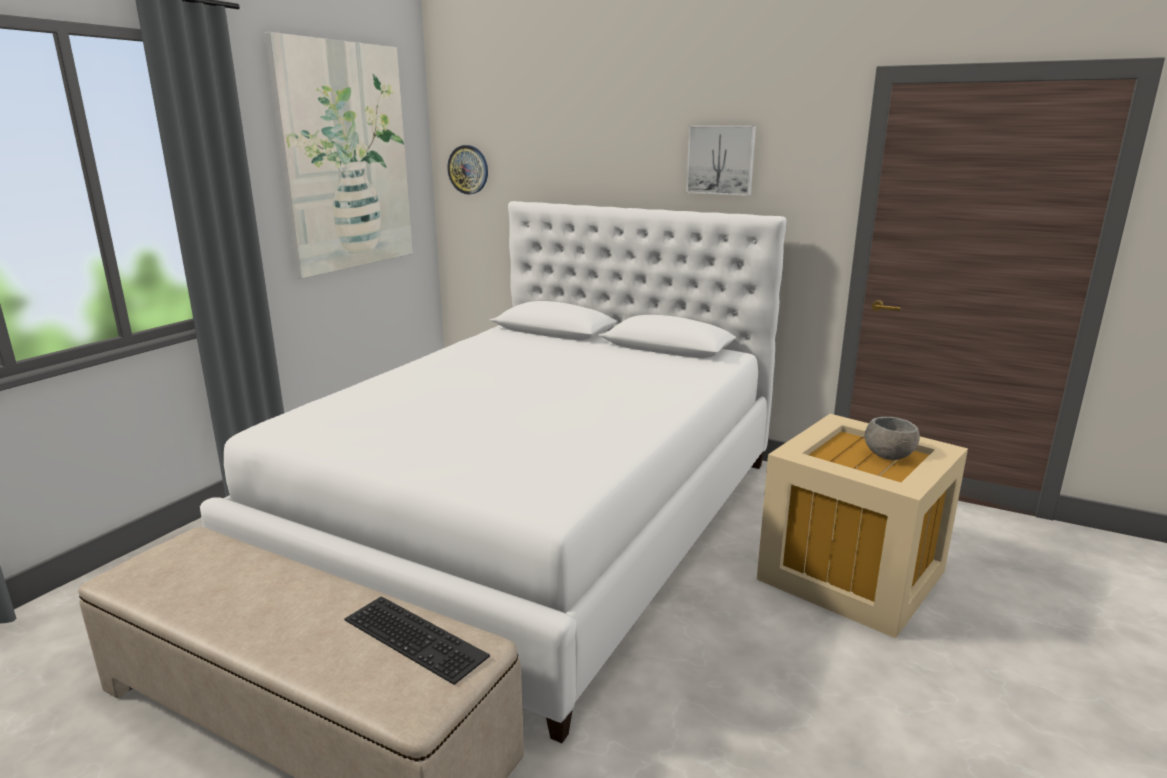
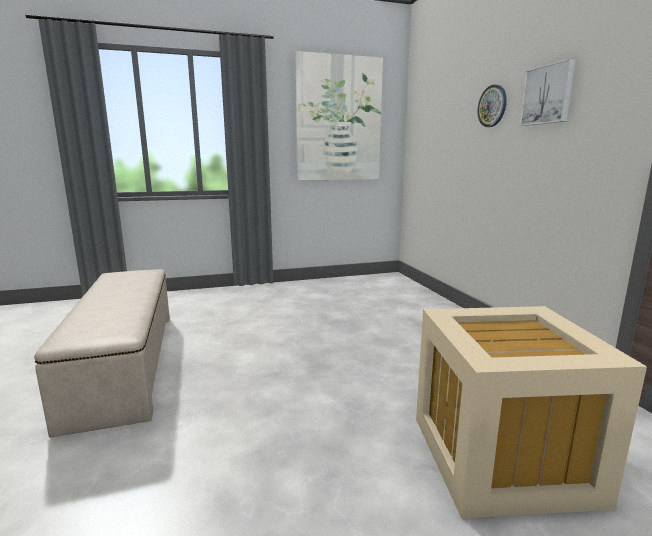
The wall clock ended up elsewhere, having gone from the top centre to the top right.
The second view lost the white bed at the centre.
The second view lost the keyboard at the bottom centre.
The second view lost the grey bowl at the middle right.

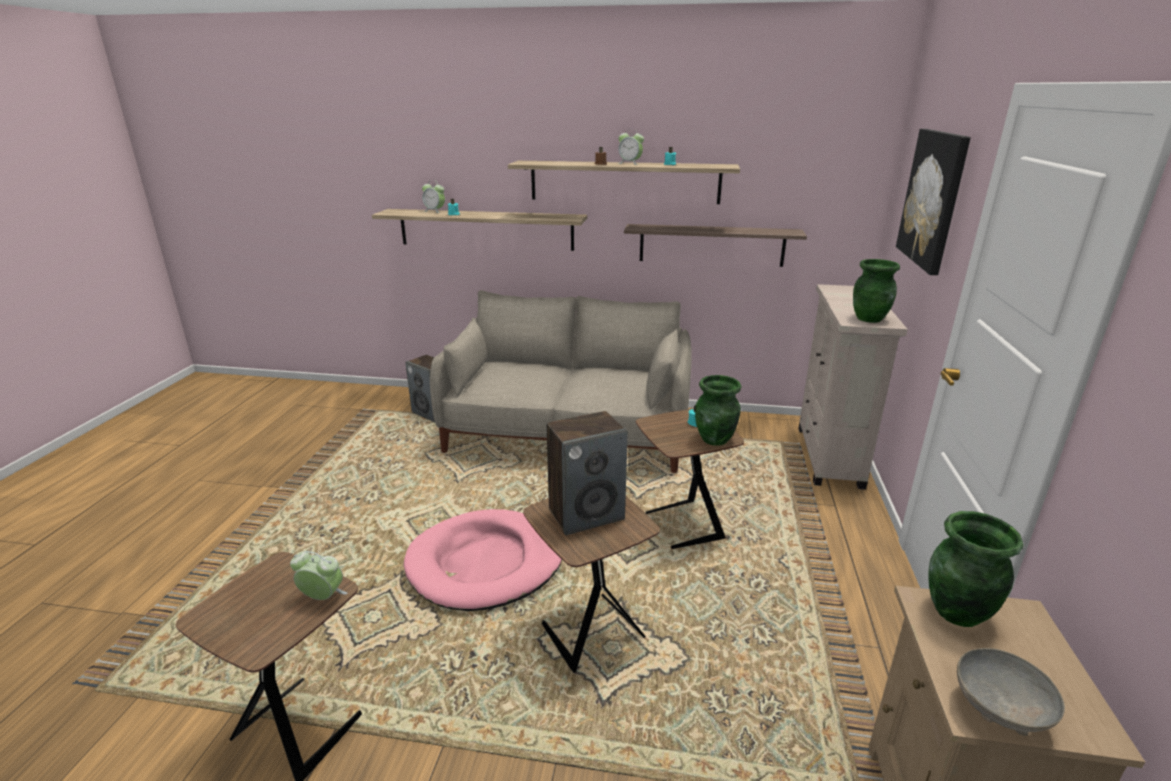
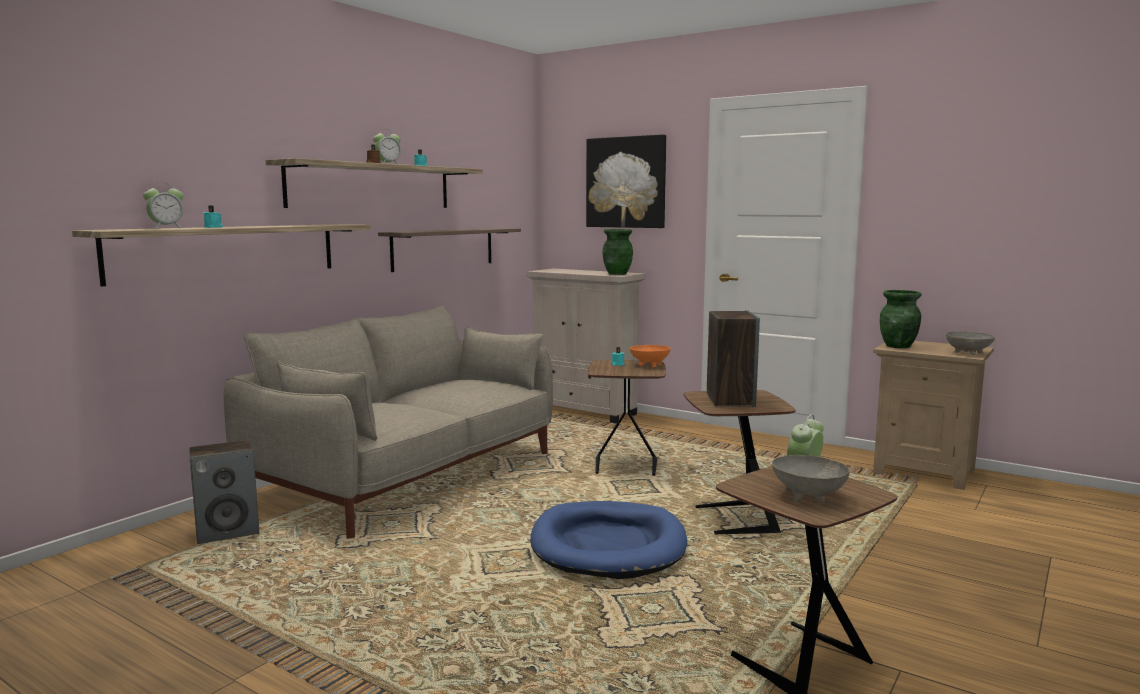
What was the pink dog bed at the bottom centre turned into the blue dog bed at the bottom centre.
Where the green vase (1st from left) stood at the centre, the orange bowl came to stand at the centre.
The second view gained the grey bowl (1st from left) at the bottom right.

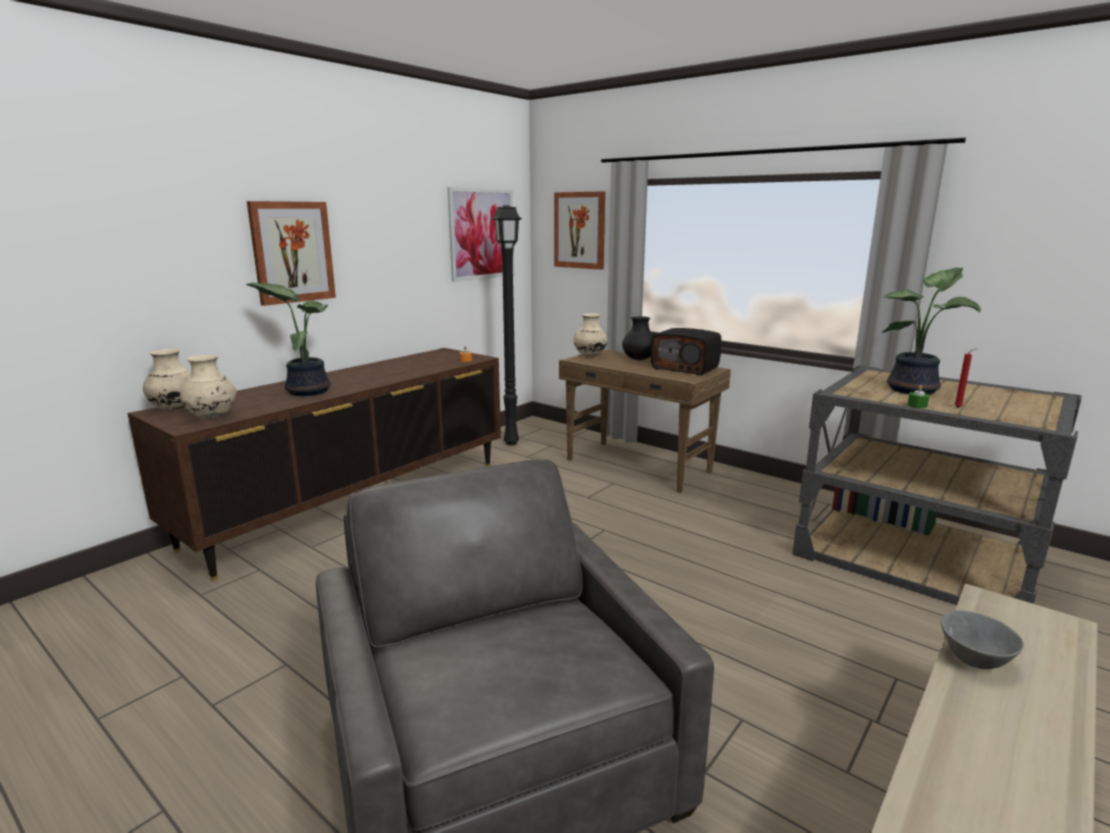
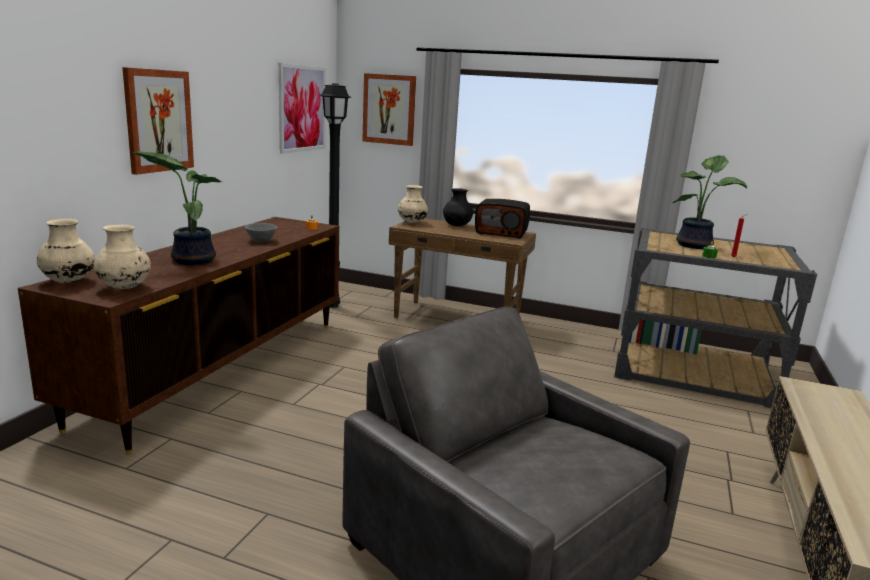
The grey bowl ended up elsewhere, having gone from the bottom right to the middle left.

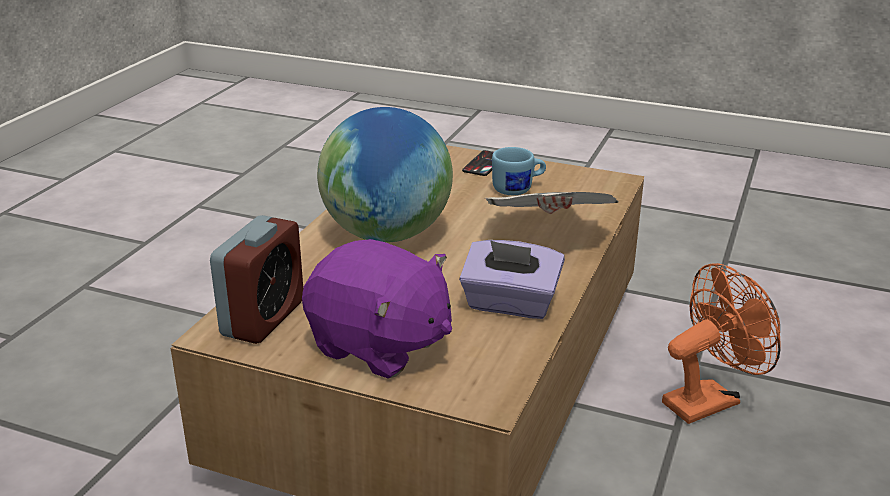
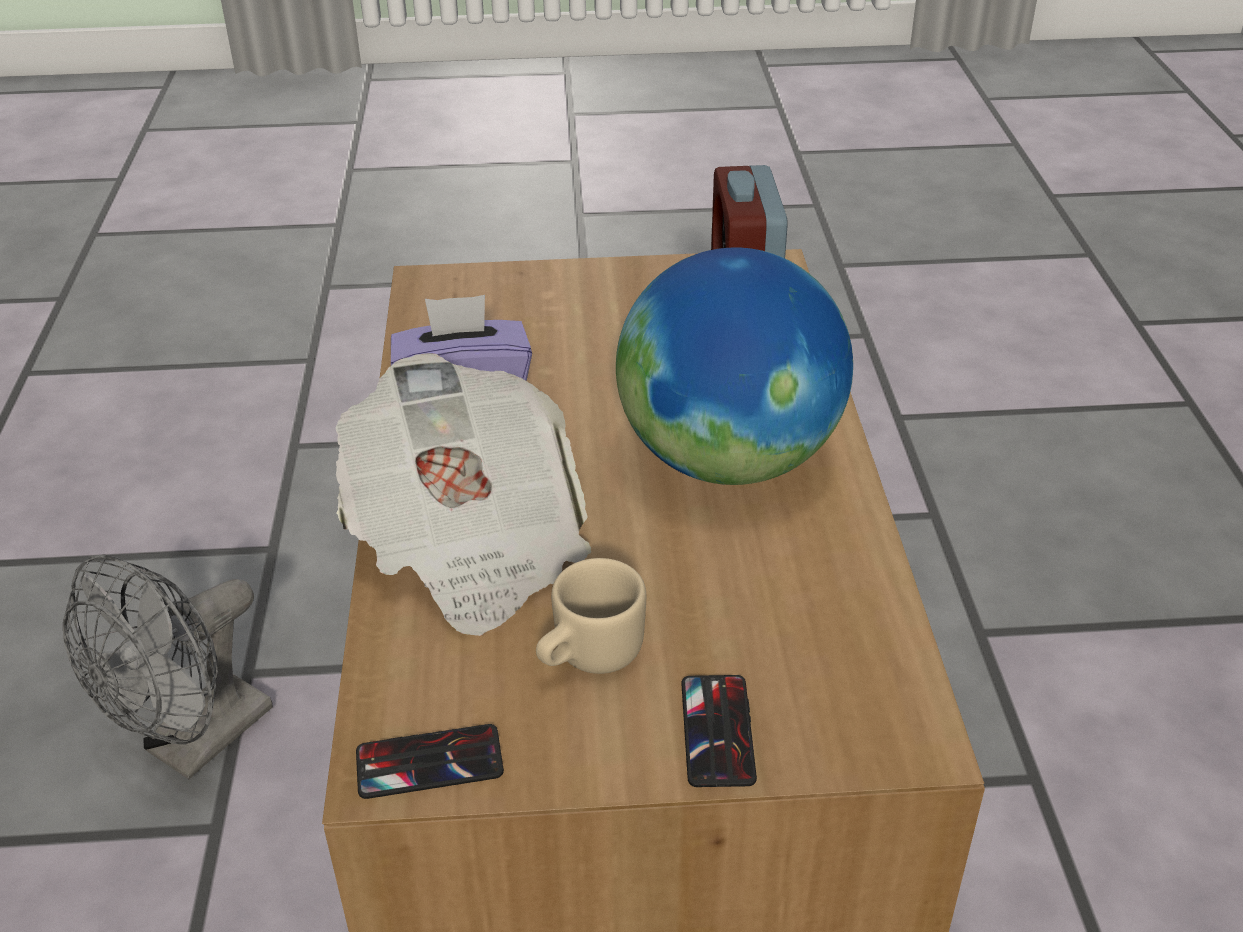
What was the orange fan at the bottom right turned into the grey fan at the bottom left.
The second view gained the phone (1st from left) at the bottom centre.
What was the blue mug at the centre turned into the beige mug at the centre.
The second view lost the purple plush toy at the centre.

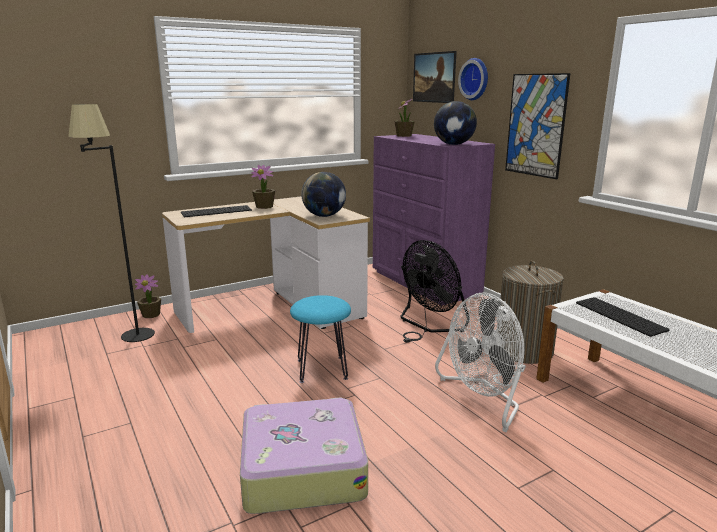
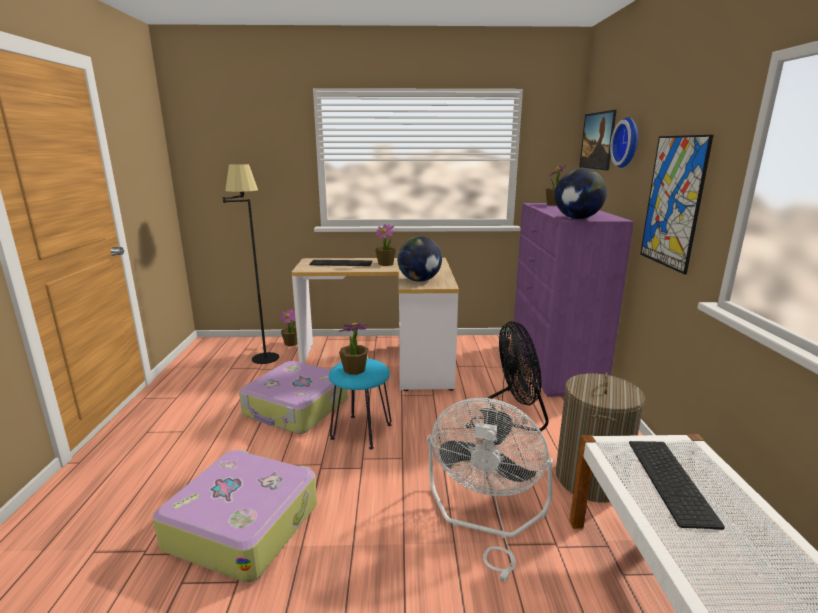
The second view gained the suitcase (2nd from left) at the centre.
The second view gained the potted plant (2nd from left) at the centre.
The white fan at the bottom right ended up facing another way, 105 degrees clockwise from before.

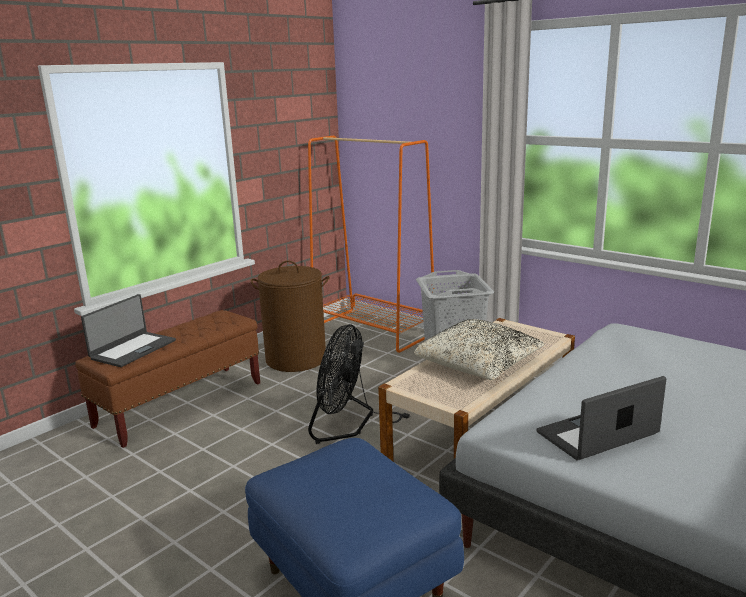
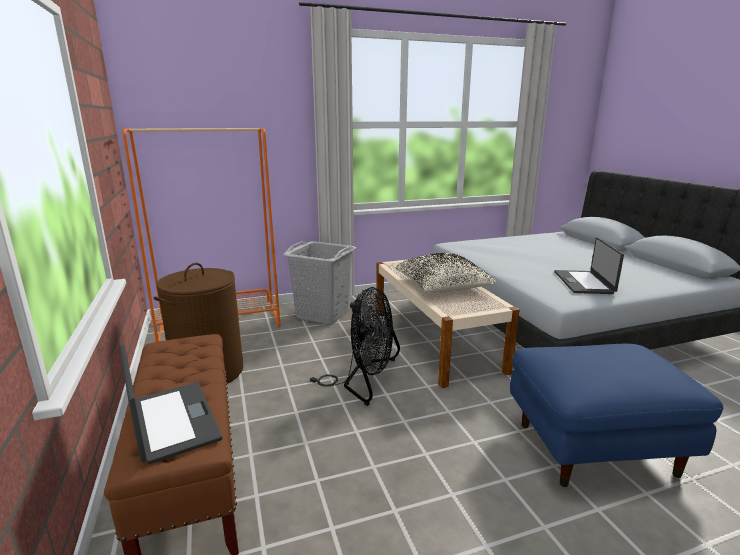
The black fan at the centre ended up facing another way, 120 degrees counterclockwise from before.

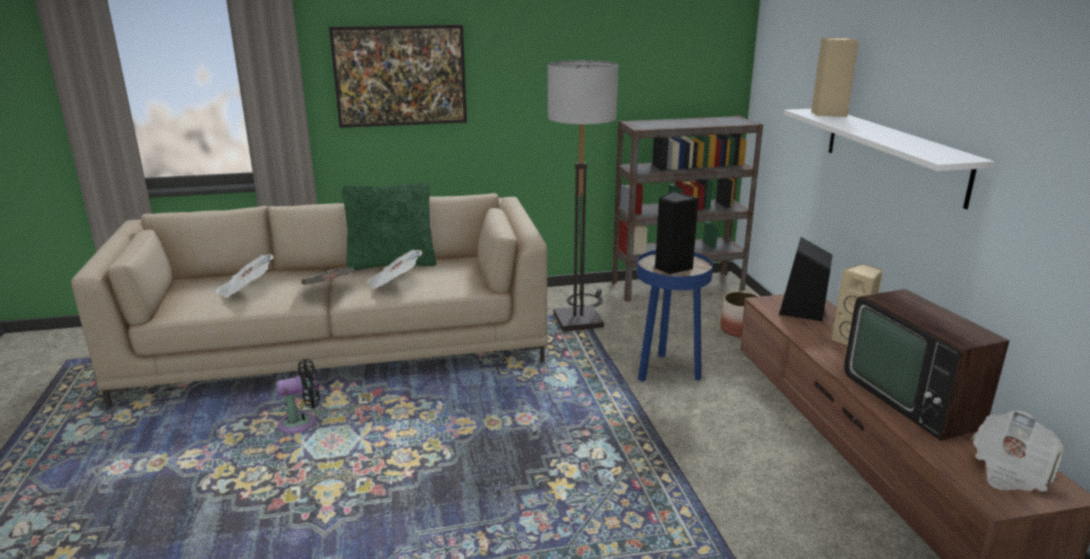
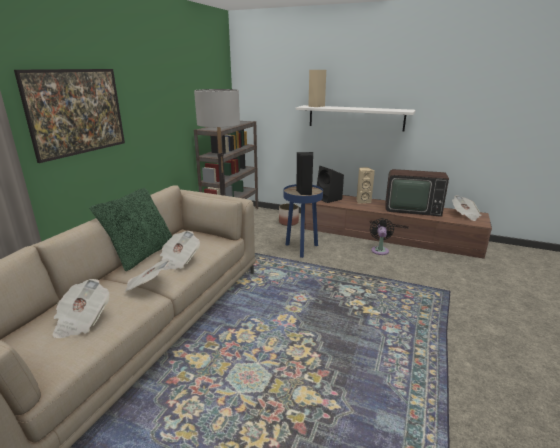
The black fan ended up elsewhere, having gone from the bottom left to the middle right.

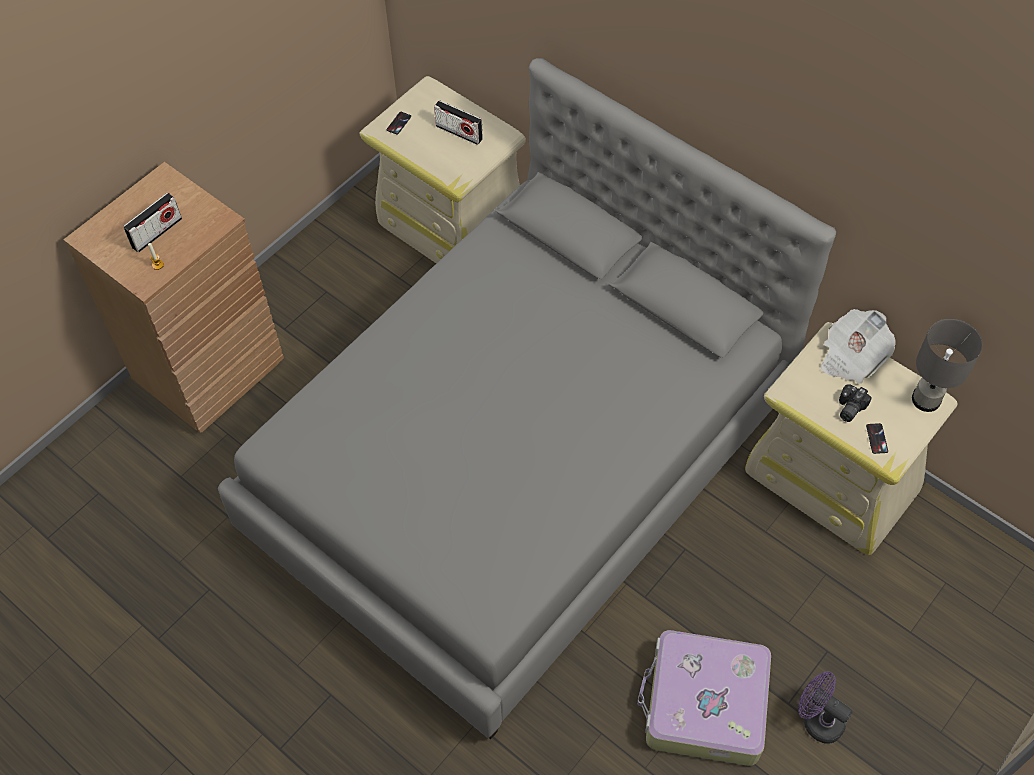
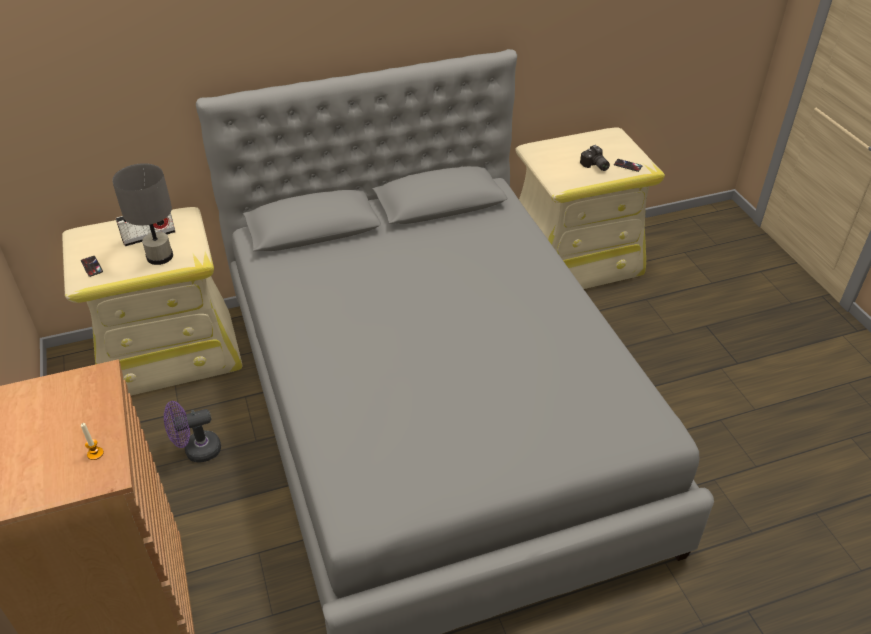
The grey table lamp ended up elsewhere, having gone from the middle right to the middle left.
The purple fan ended up elsewhere, having gone from the bottom right to the bottom left.
The second view lost the radio (1st from left) at the top left.
The second view lost the suitcase at the bottom right.
The second view lost the newspaper at the middle right.

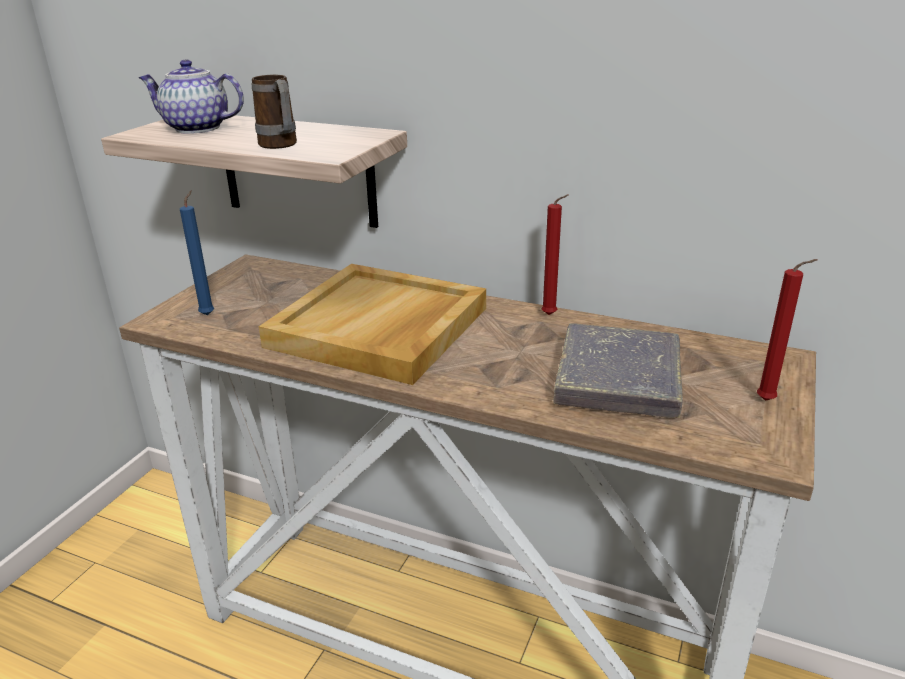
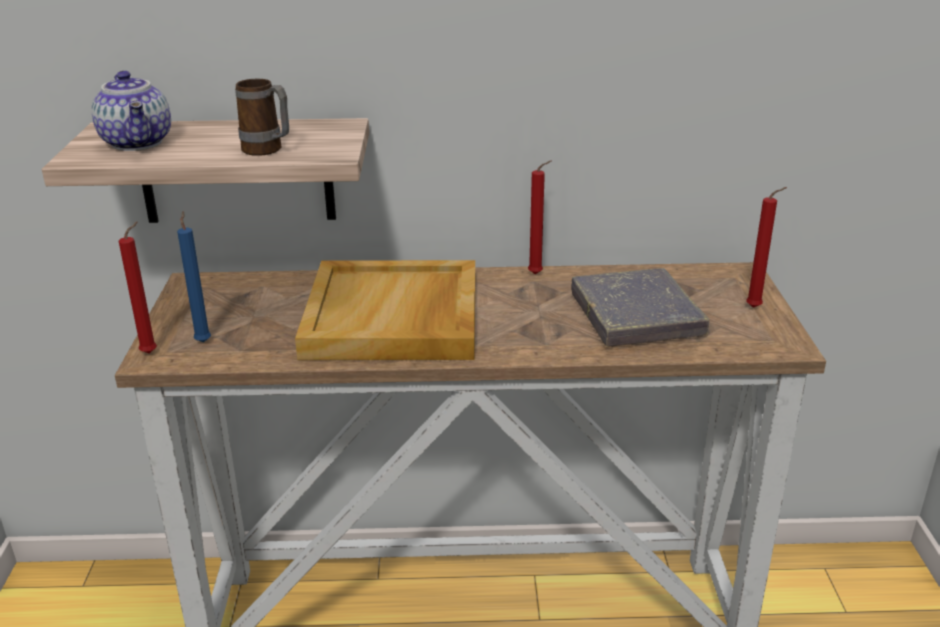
The teapot at the top left ended up facing another way, 105 degrees counterclockwise from before.
The second view gained the red candle (1st from left) at the middle left.

